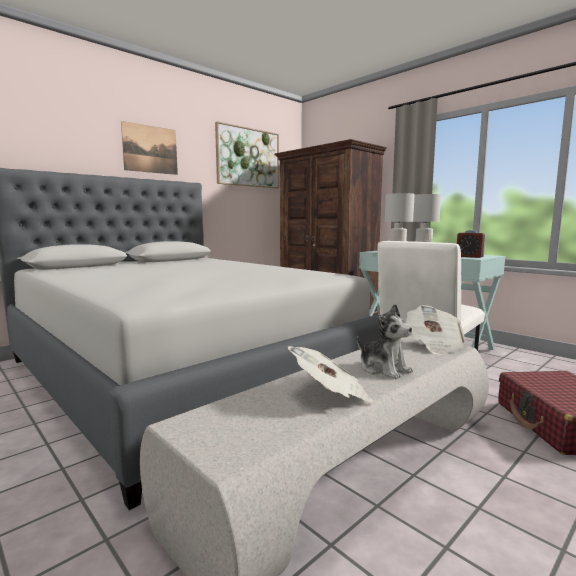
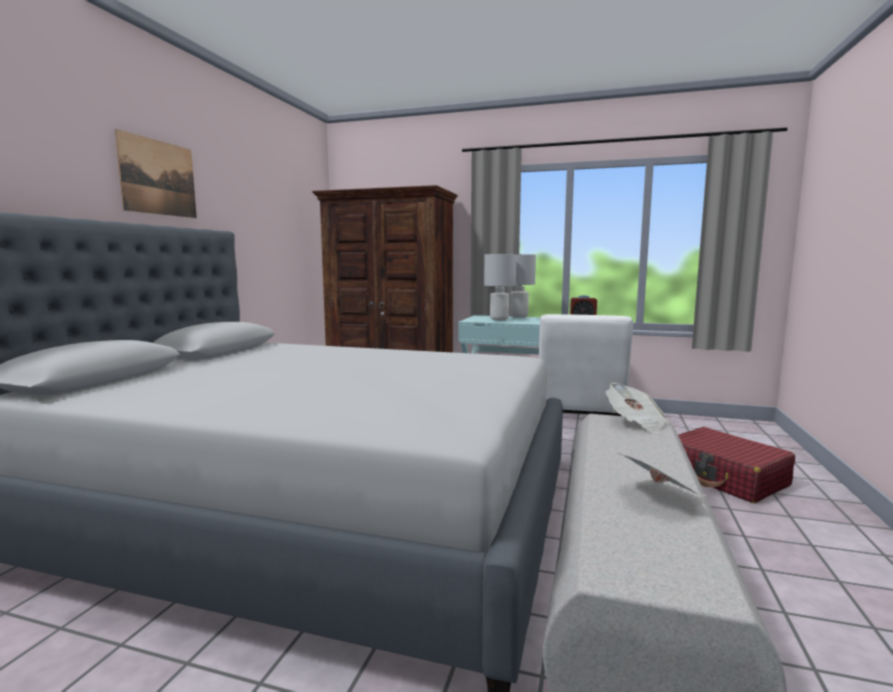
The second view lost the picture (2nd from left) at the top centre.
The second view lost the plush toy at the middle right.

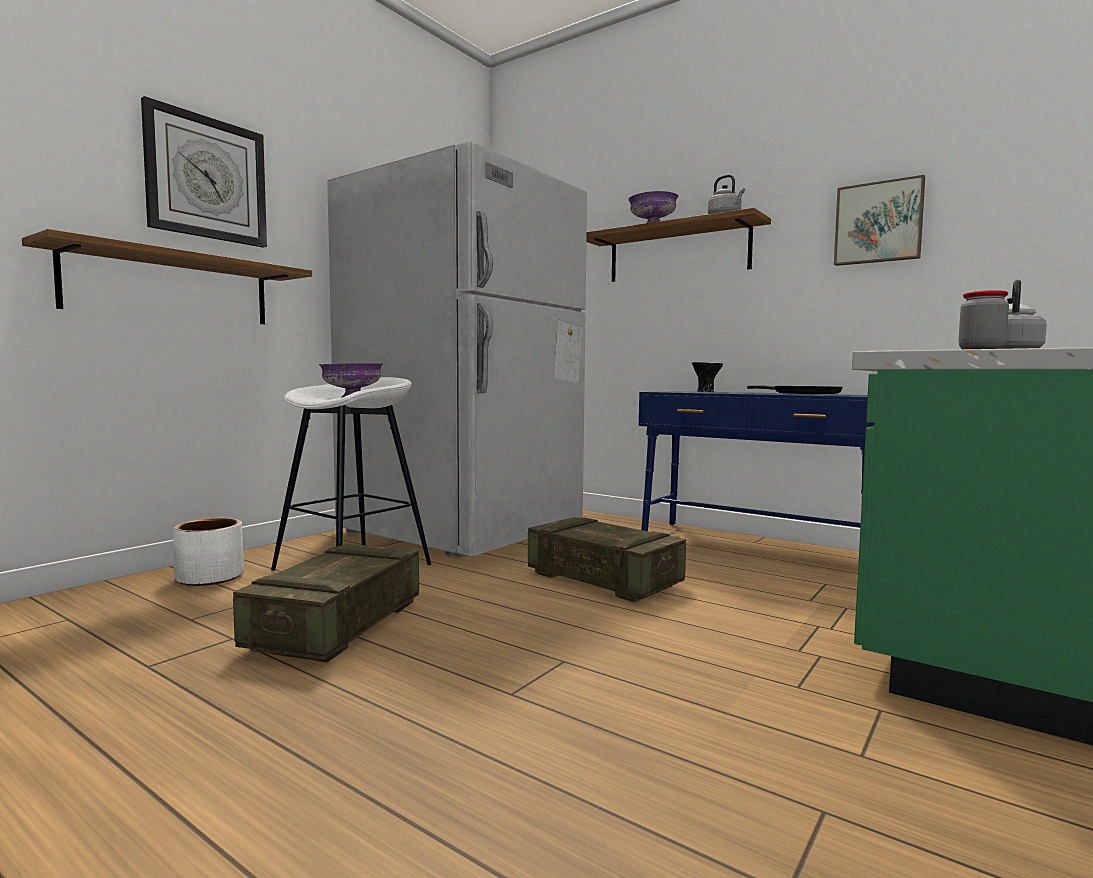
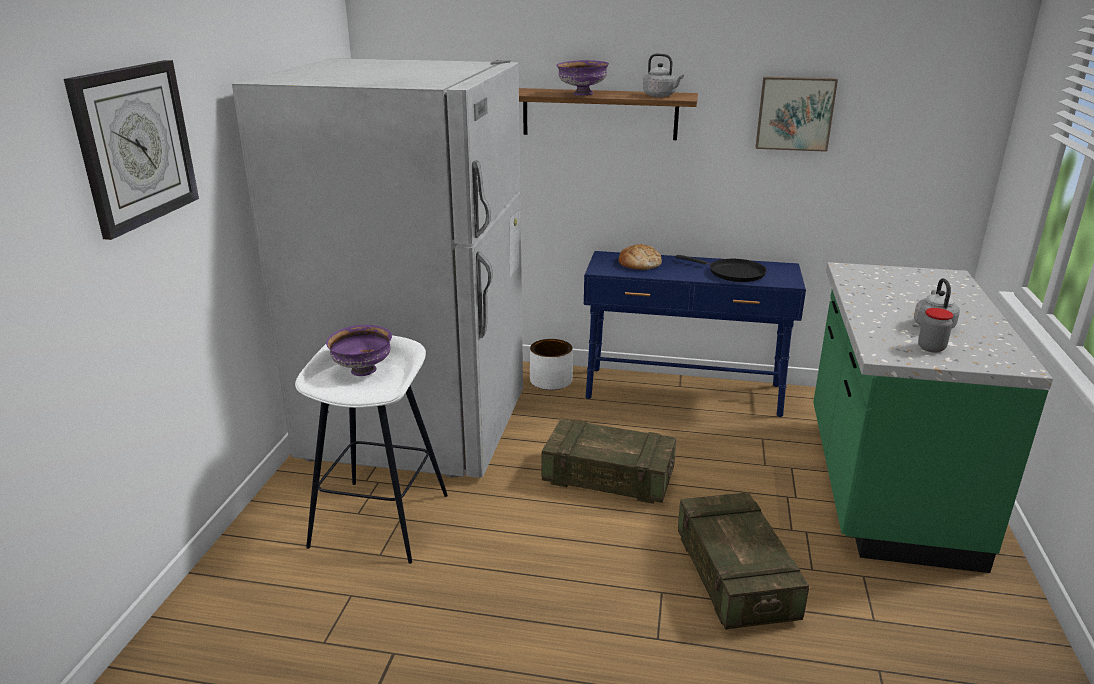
The white planter ended up elsewhere, having gone from the middle left to the centre.
Where the black bowl stood at the centre, the bread came to stand at the centre.
The crate (1st from left in the first image) ended up elsewhere, having gone from the bottom left to the bottom right.
The second view lost the shelf (1st from left) at the top left.

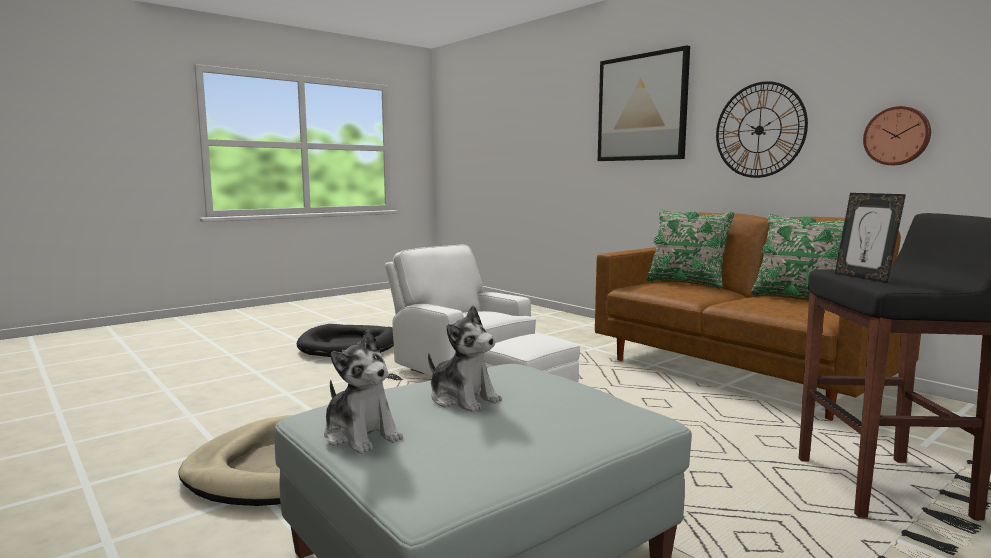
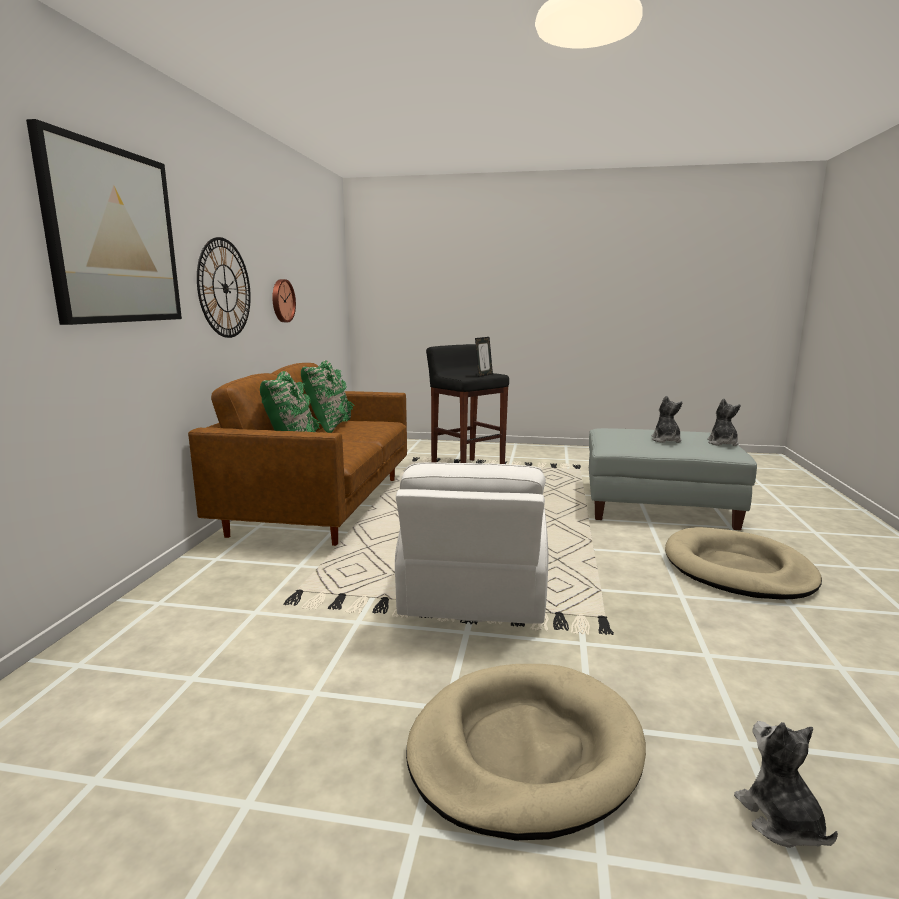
What was the black dog bed at the centre turned into the beige dog bed (1st from left) at the bottom centre.
The second view gained the plush toy (3rd from left) at the bottom right.

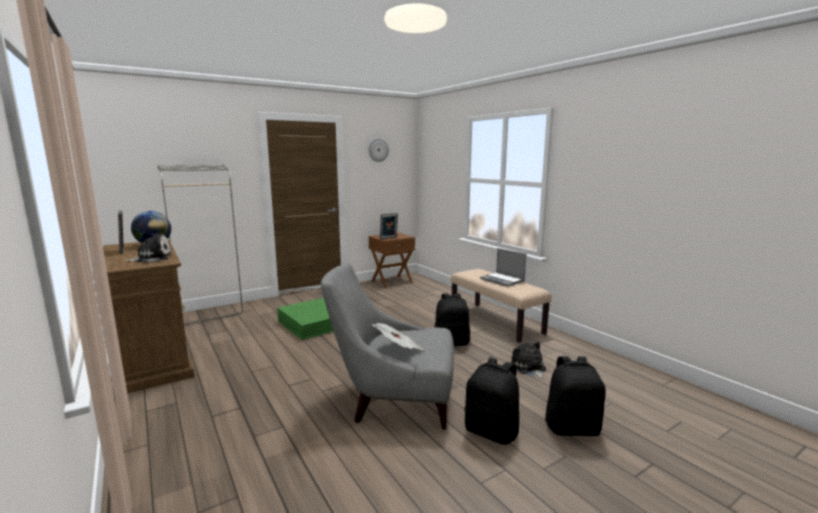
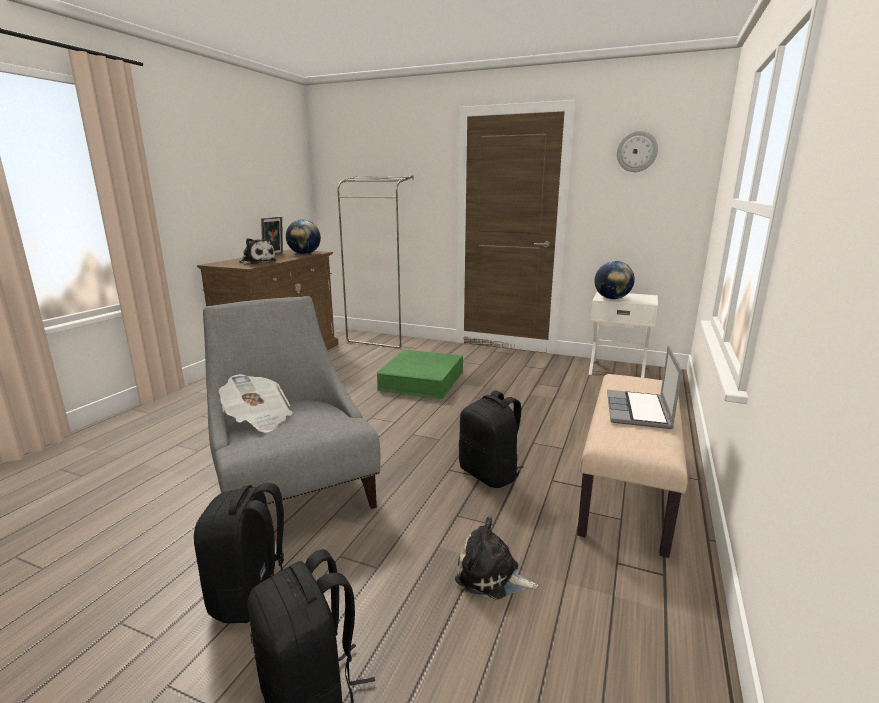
The plush toy (2nd from left) at the bottom centre ended up facing another way, 105 degrees counterclockwise from before.
What was the brown nightstand at the centre turned into the white nightstand at the middle right.
Where the picture frame (2nd from left) stood at the centre, the globe (2nd from left) came to stand at the middle right.

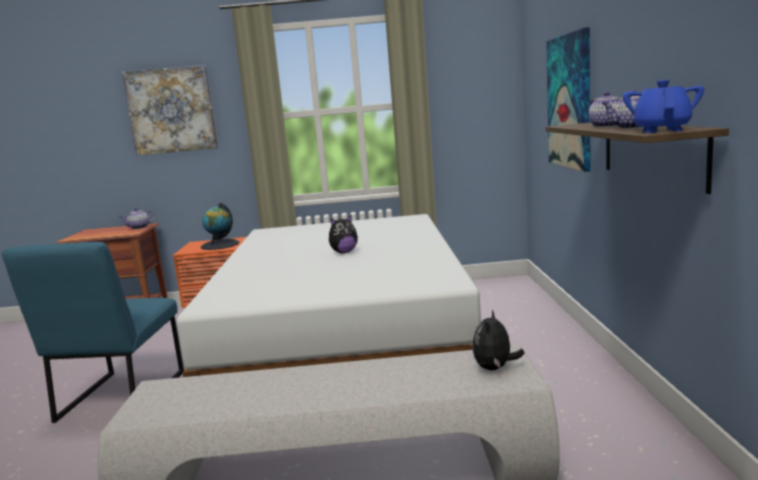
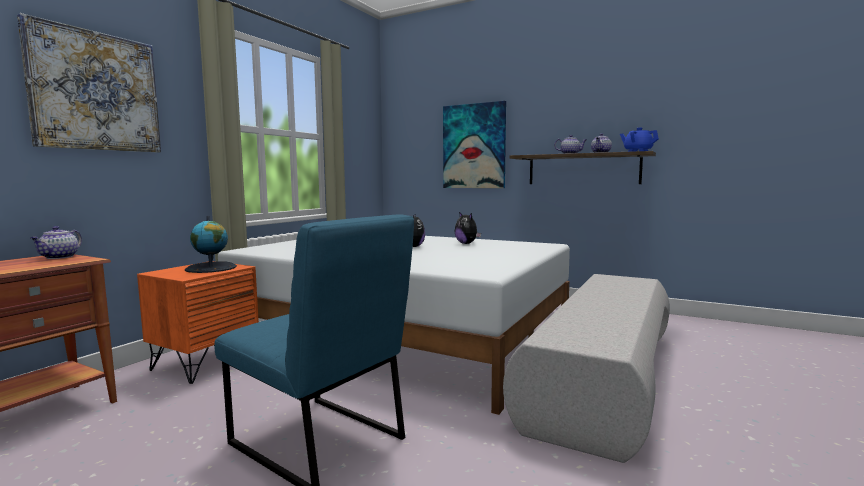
The plush toy (2nd from left) ended up elsewhere, having gone from the bottom centre to the centre.

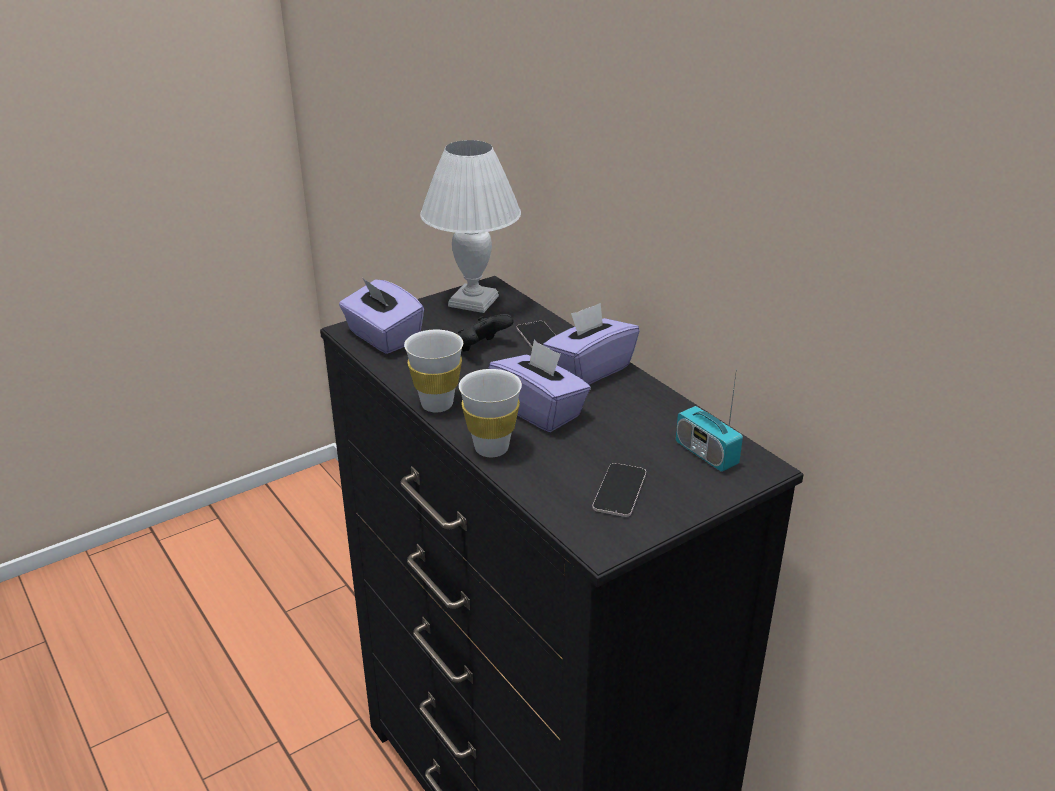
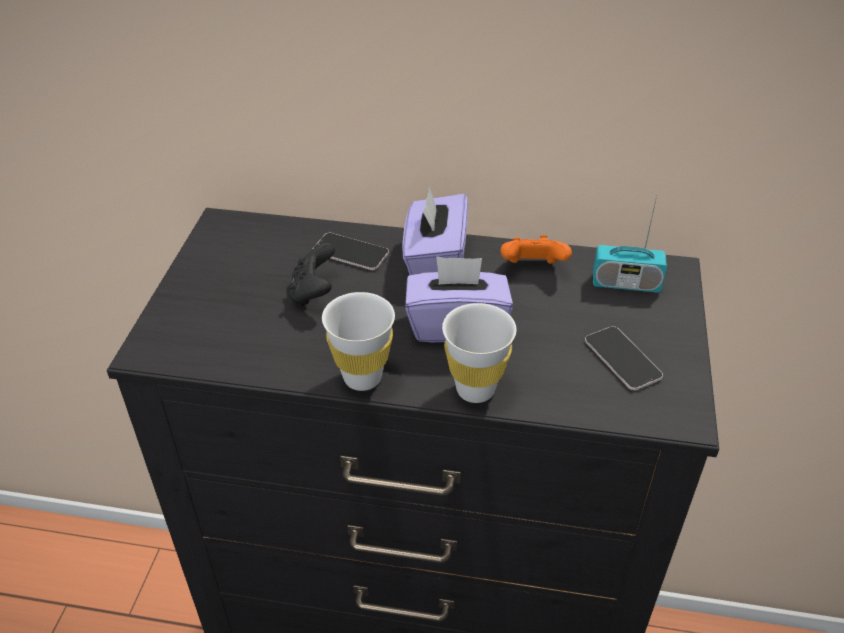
The second view gained the orange game controller at the centre.
The second view lost the purple tissue box (1st from left) at the centre.
The second view lost the white table lamp at the top centre.

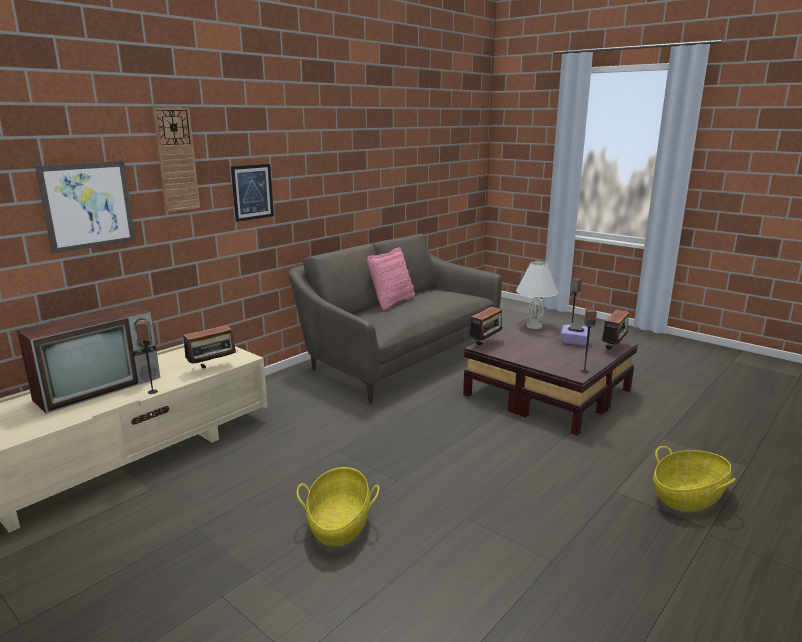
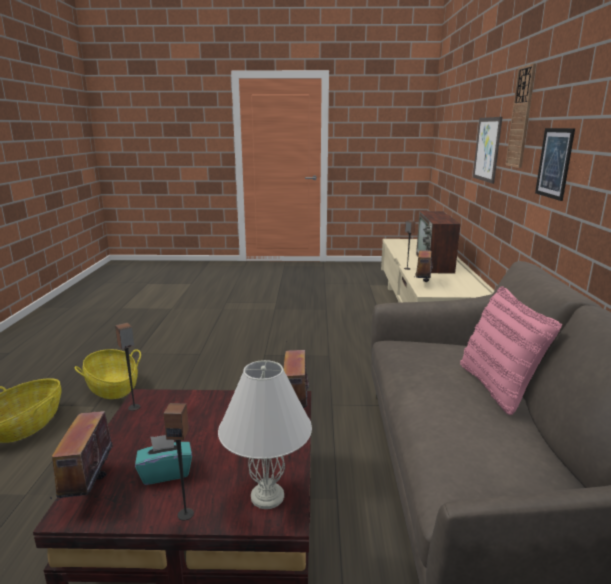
The basket (1st from left in the first image) ended up elsewhere, having gone from the bottom centre to the middle left.
What was the purple tissue box at the middle right turned into the turquoise tissue box at the bottom left.

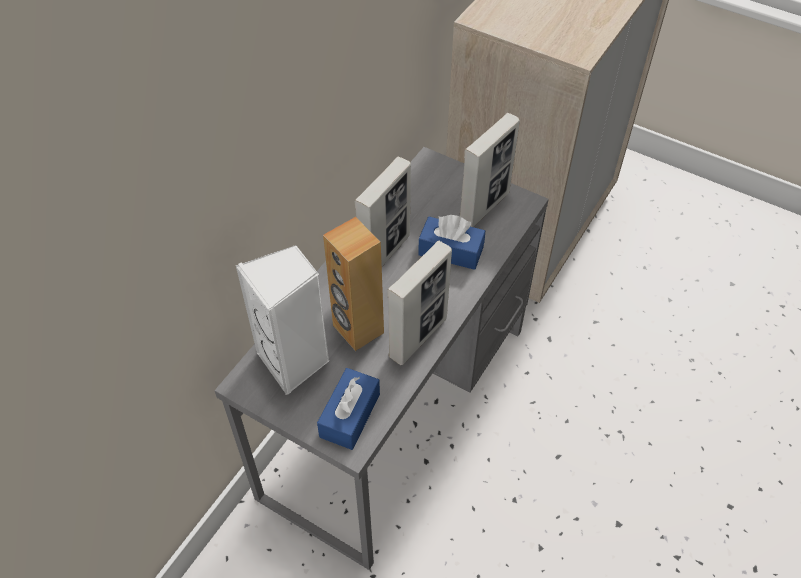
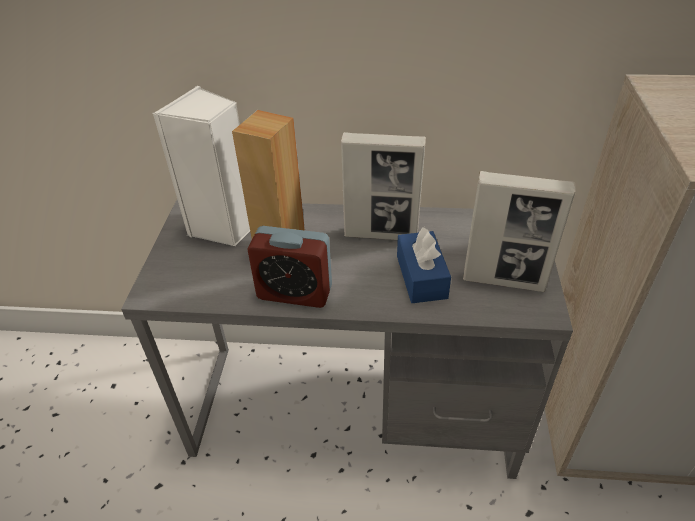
Where the picture frame (2nd from left) stood at the centre, the alarm clock came to stand at the centre.
The second view lost the blue tissue box (1st from left) at the bottom centre.

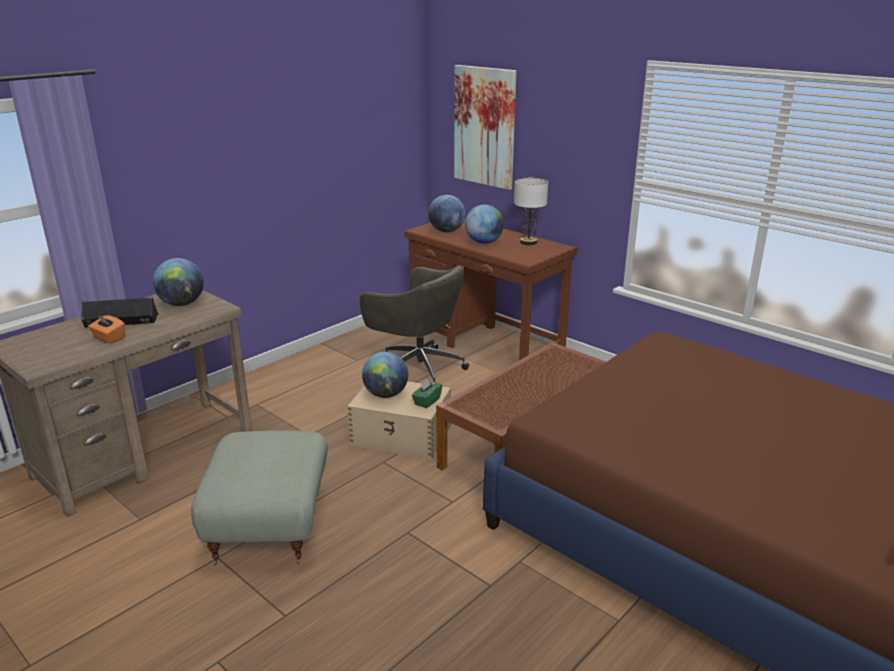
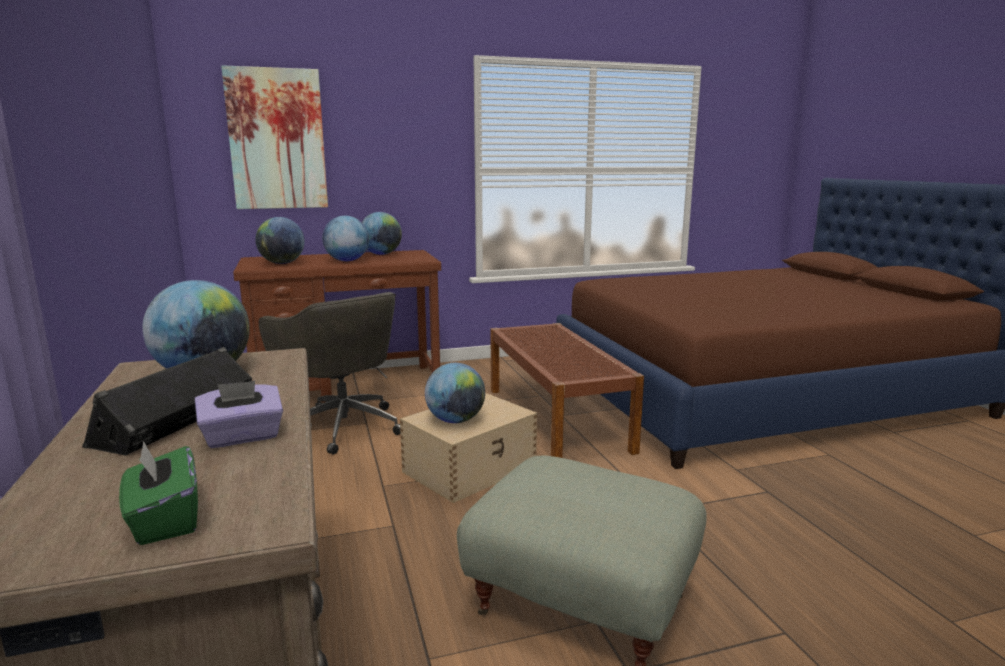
The green tissue box ended up elsewhere, having gone from the centre to the bottom left.
What was the orange tissue box at the middle left turned into the purple tissue box at the middle left.
The grey office chair at the centre ended up facing another way, 75 degrees clockwise from before.
Where the table lamp stood at the top centre, the globe (4th from left) came to stand at the centre.

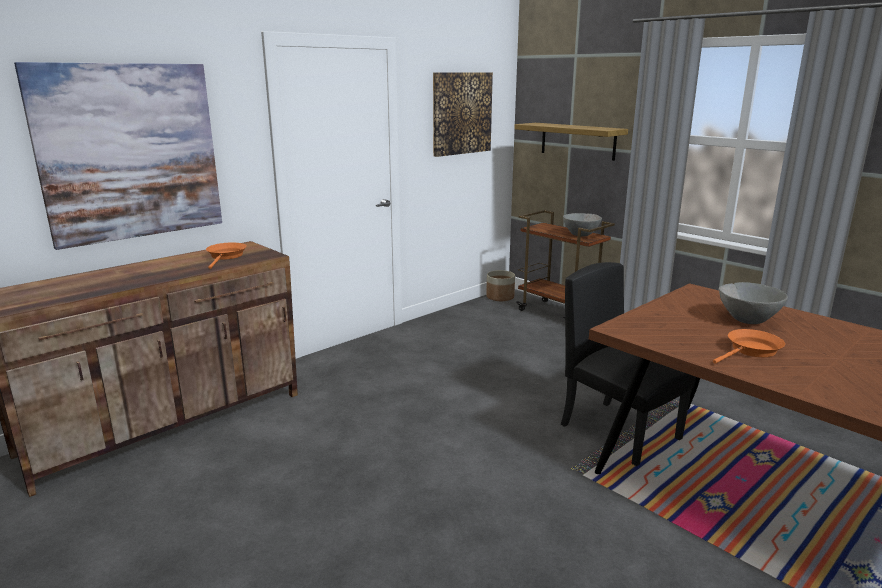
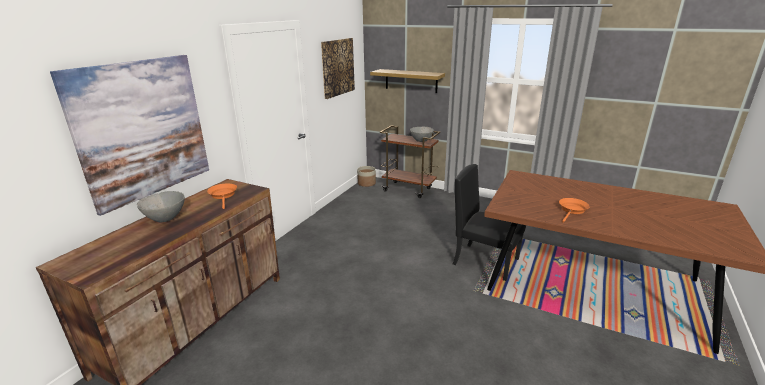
The grey bowl (2nd from left in the first image) ended up elsewhere, having gone from the middle right to the middle left.

